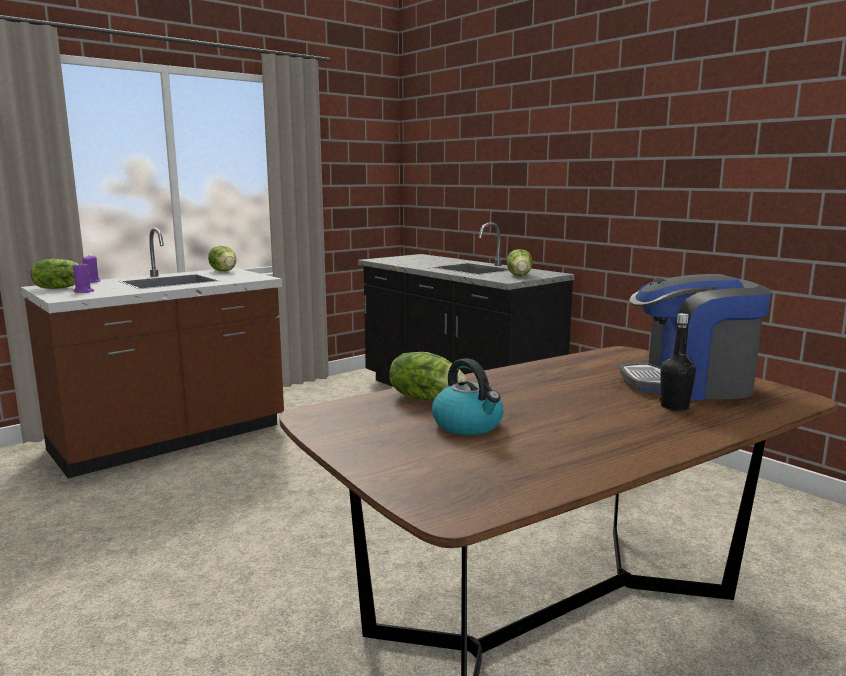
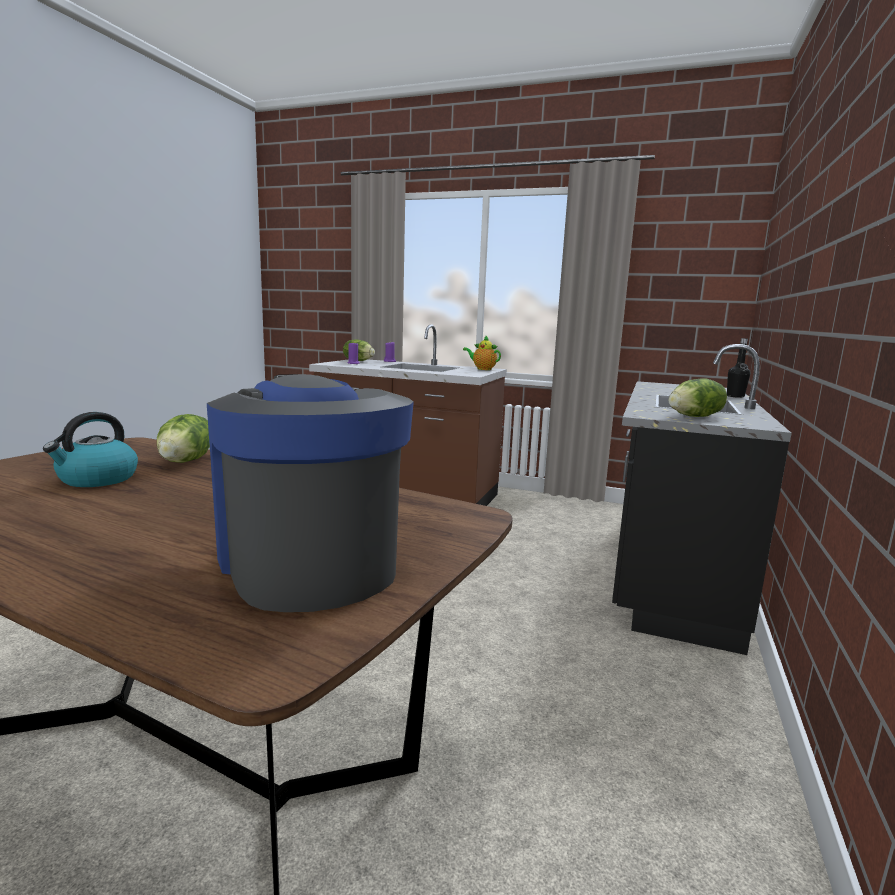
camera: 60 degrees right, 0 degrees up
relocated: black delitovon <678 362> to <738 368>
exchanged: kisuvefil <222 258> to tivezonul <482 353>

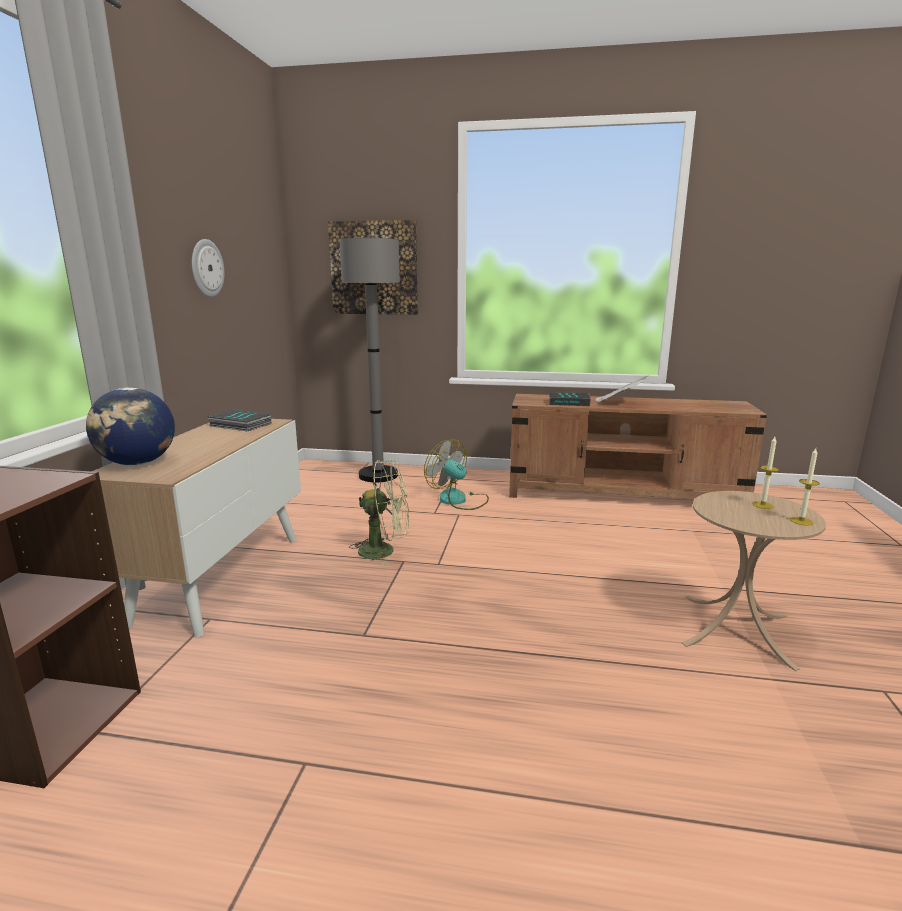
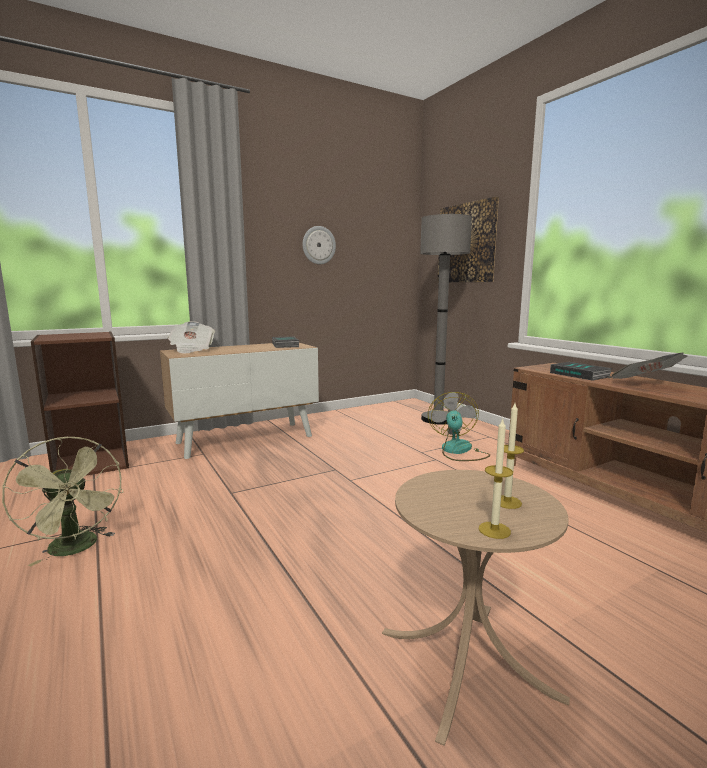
camera: 50 degrees right, 5 degrees down
relocated: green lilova <379 513> to <62 502>
exchanged: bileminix <130 426> to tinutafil <191 337>

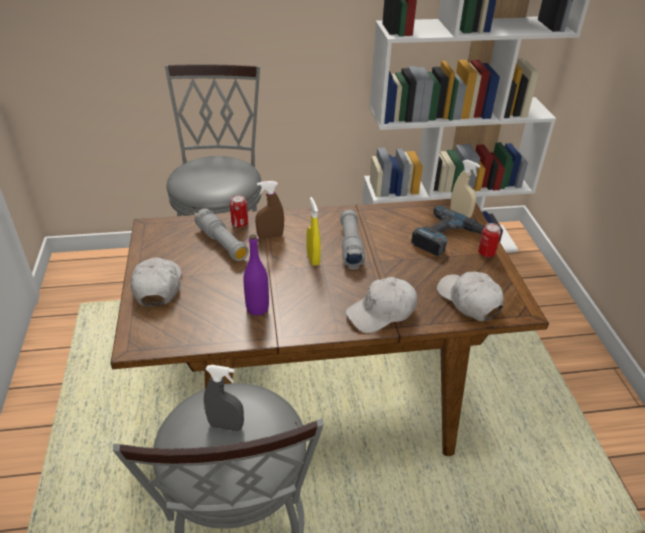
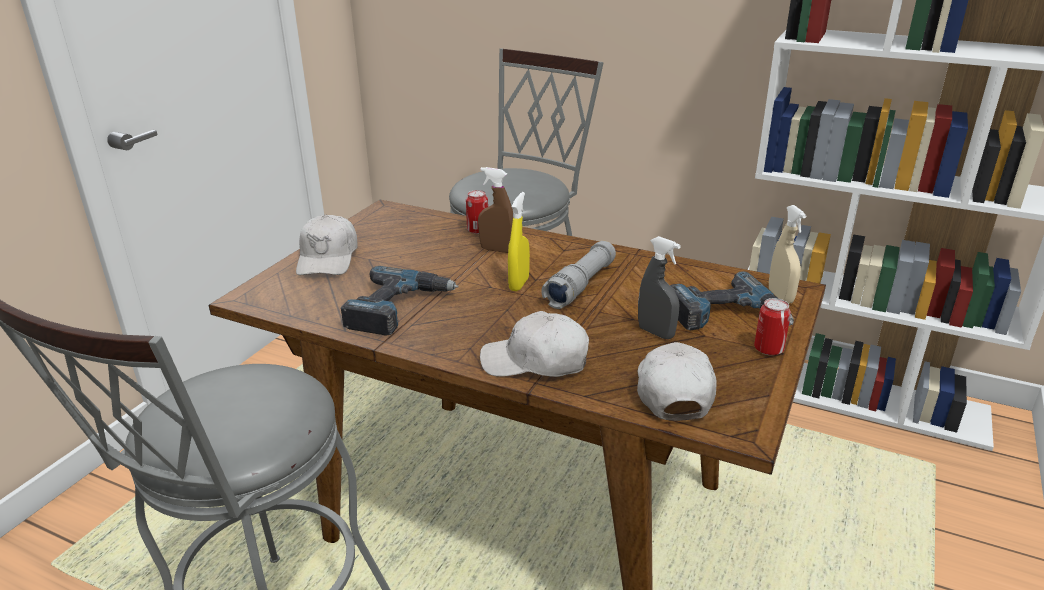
camera: 35 degrees right, 10 degrees down
missing: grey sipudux <221 234>
relocated: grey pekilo <224 398> to <659 287>
exchanged: purple delitovon <256 275> to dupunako <400 301>
spun: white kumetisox <156 281> = <326 245> 150 degrees clockwise

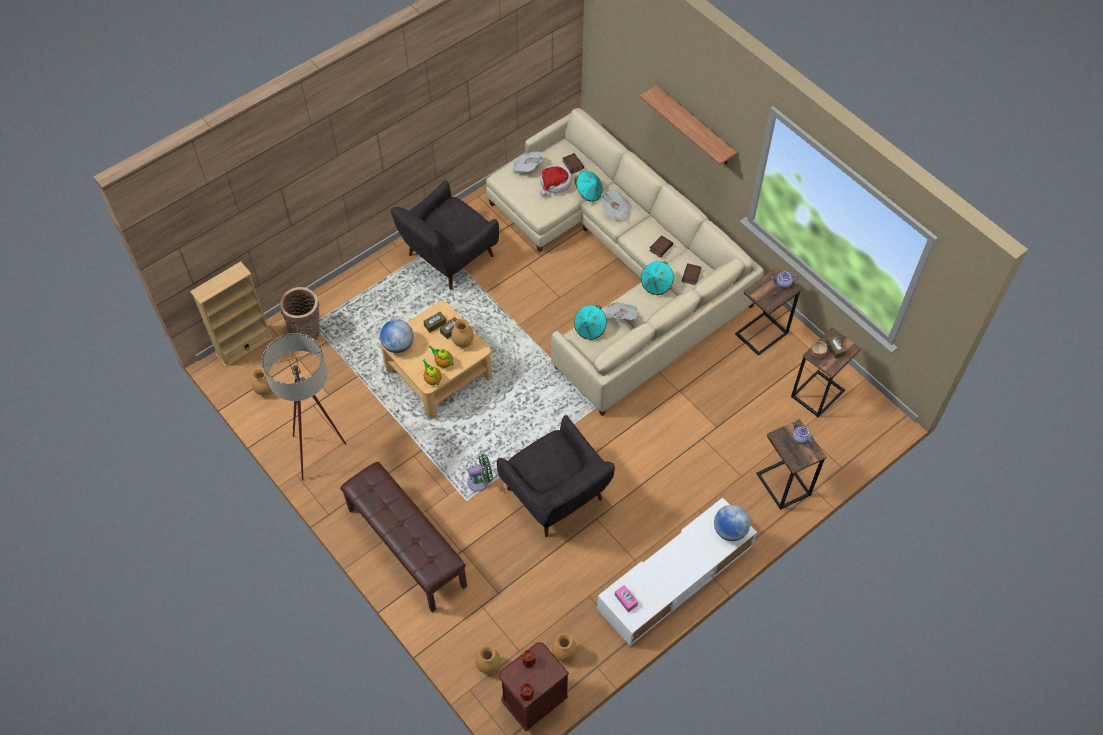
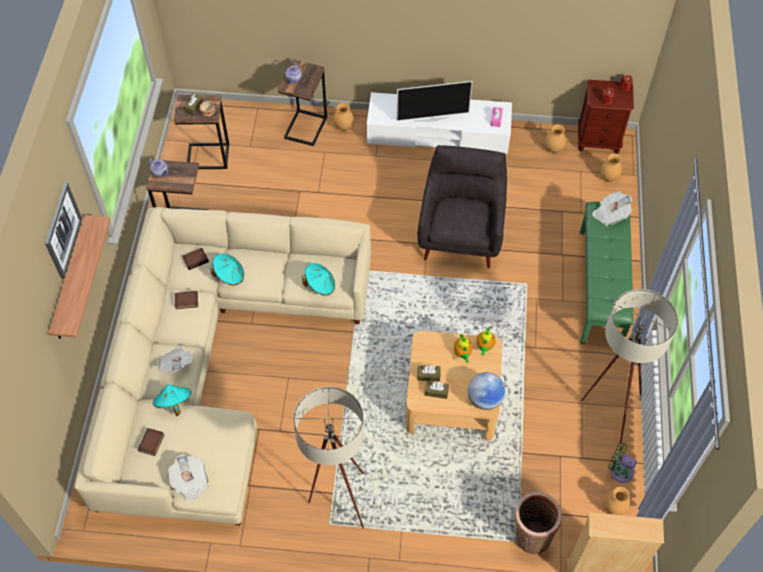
camera: 135 degrees left, 0 degrees up
missing: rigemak <556 180>; bileminix <732 523>
appeared: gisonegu <63 230>; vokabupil <434 101>
relocated: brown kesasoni <462 333> to <344 117>; tinutafil <622 311> to <612 208>; green lilova <480 473> to <622 462>
exchanged: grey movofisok <444 235> to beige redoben <328 458>
colour: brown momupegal <403 537> to green momupegal <607 273>

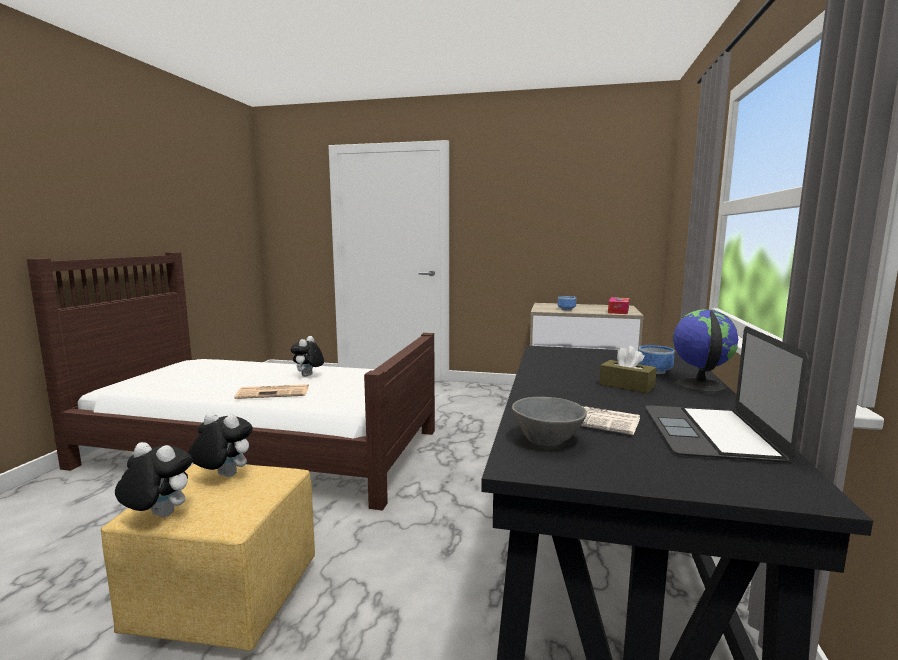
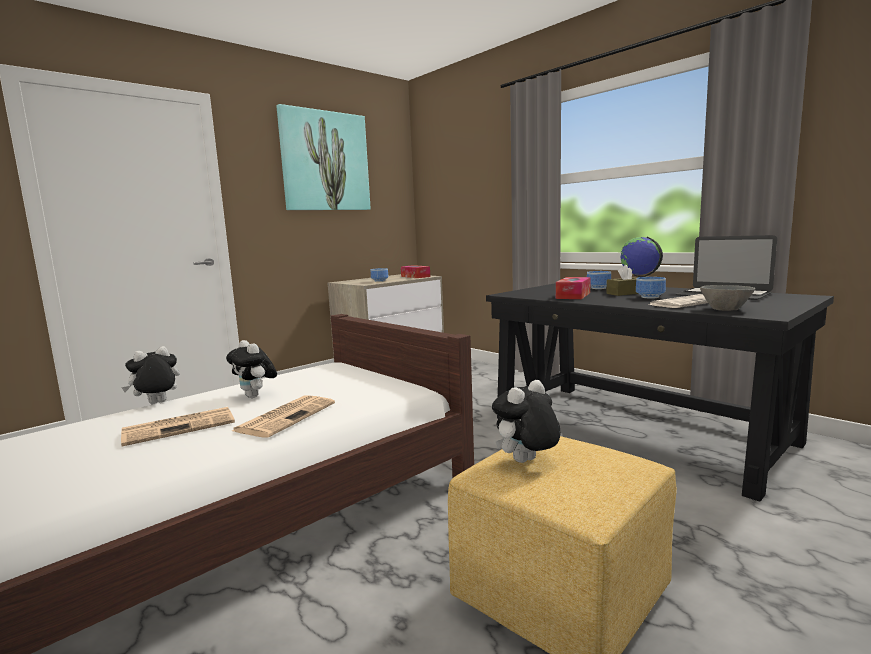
camera: 55 degrees left, 0 degrees up
appeared: tinutafil <178 427>; gisonegu <323 157>; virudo <573 288>; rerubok <651 288>
relocated: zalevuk <153 479> to <150 375>

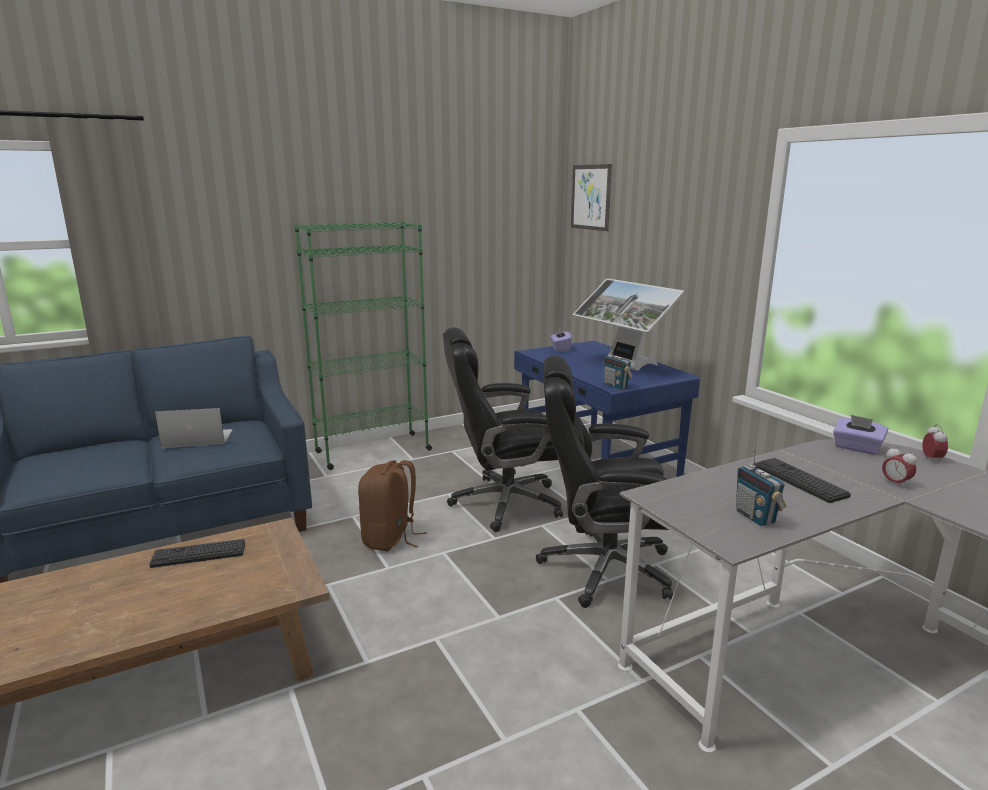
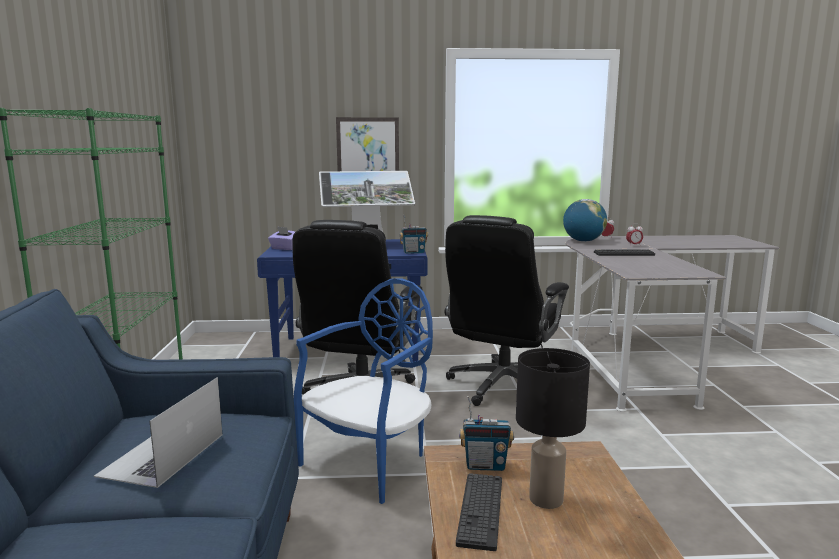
camera: 65 degrees left, 5 degrees down
appeared: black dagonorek <553 428>
relocated: gisonegu <591 197> to <367 144>; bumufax <761 484> to <486 433>
exchanged: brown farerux <392 505> to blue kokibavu <363 391>; purple virudo <860 435> to bileminix <585 220>

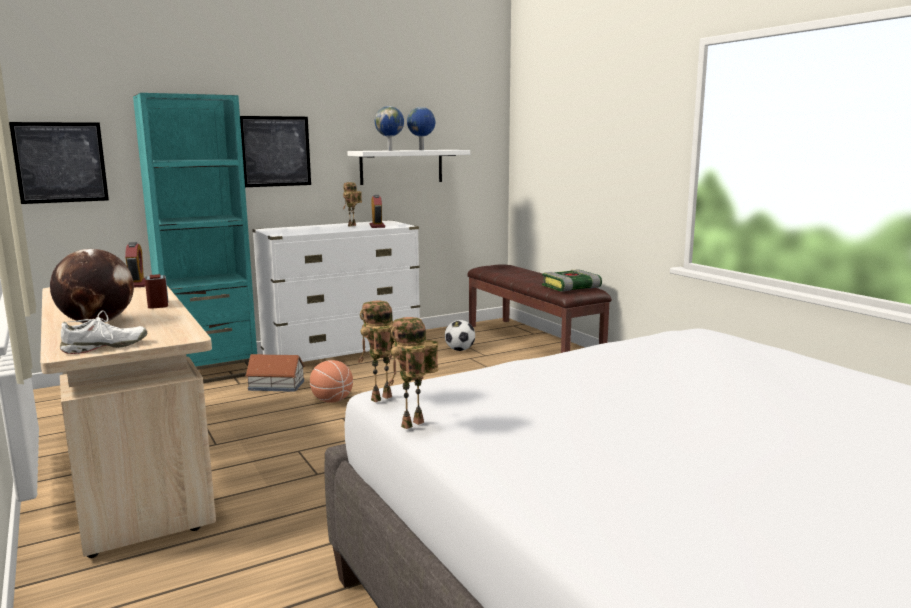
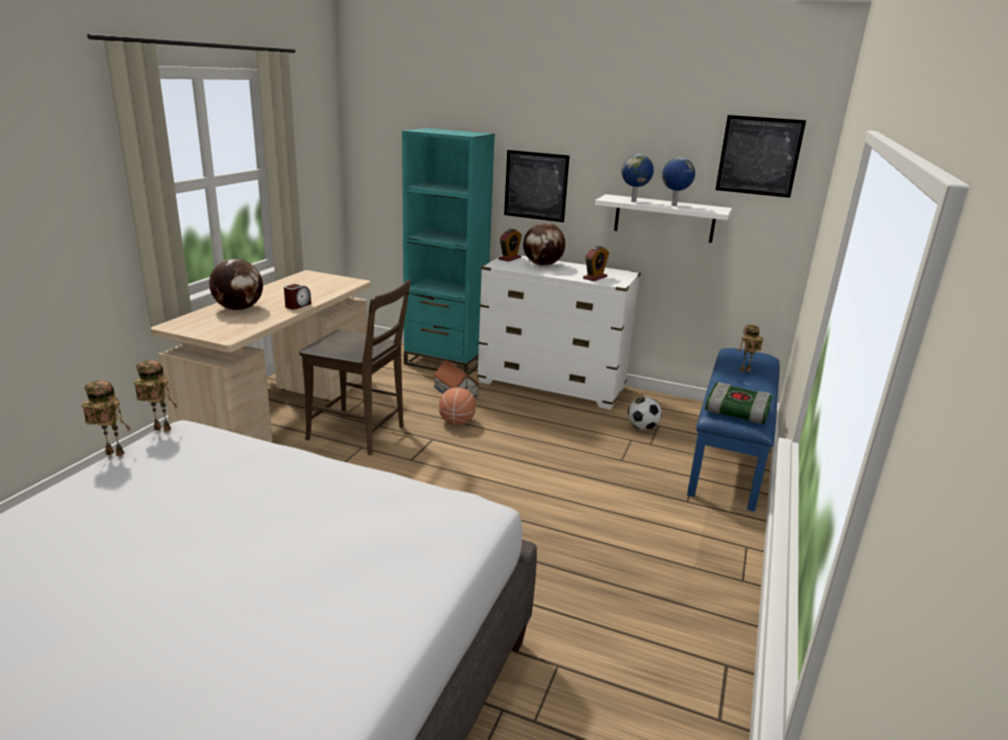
camera: 50 degrees right, 10 degrees up
missing: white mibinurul <103 332>
appeared: brown kokibavu <355 367>; bileminix <544 244>
relocated: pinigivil <135 264> to <510 245>; gisonegu <59 163> to <761 156>; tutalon <352 204> to <750 348>
colour: brown momupegal <539 308> to blue momupegal <733 430>

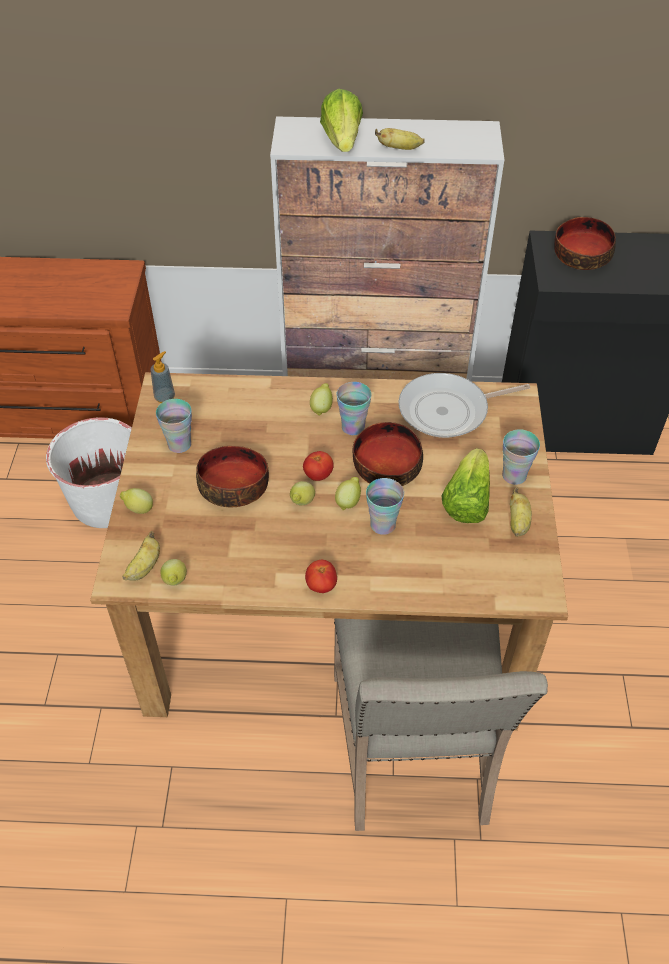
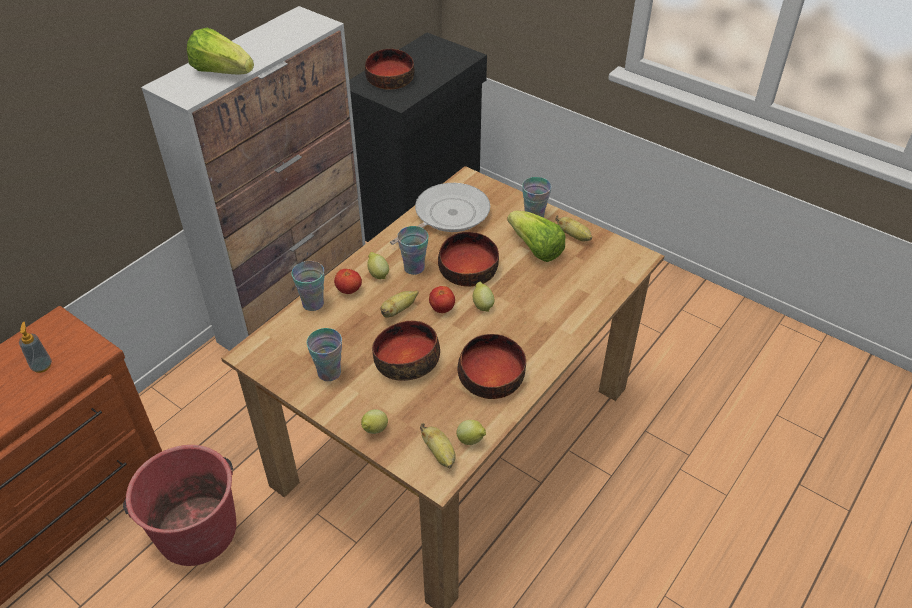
camera: 55 degrees left, 5 degrees down
missing: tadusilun <302 493>; beige kokibavu <441 724>
appeared: rerubok <492 366>
relocated: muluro <162 377> to <35 347>; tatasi <385 506> to <307 286>; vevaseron <321 576> to <348 281>; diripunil <400 139> to <399 304>
colour: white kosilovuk <89 472> to red kosilovuk <179 505>
spun: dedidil <464 405> = <440 214> 150 degrees counterclockwise

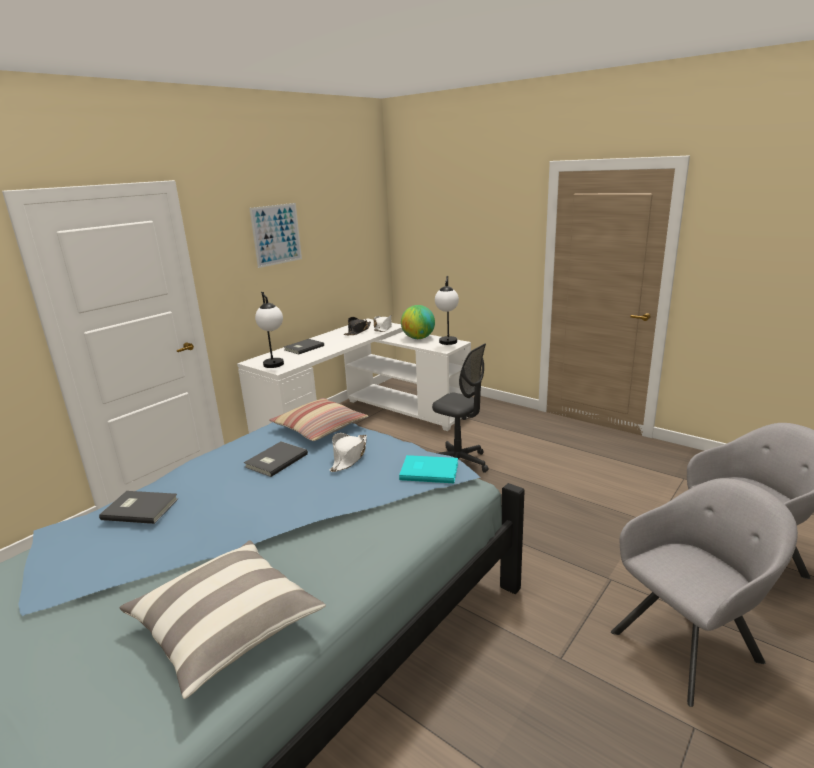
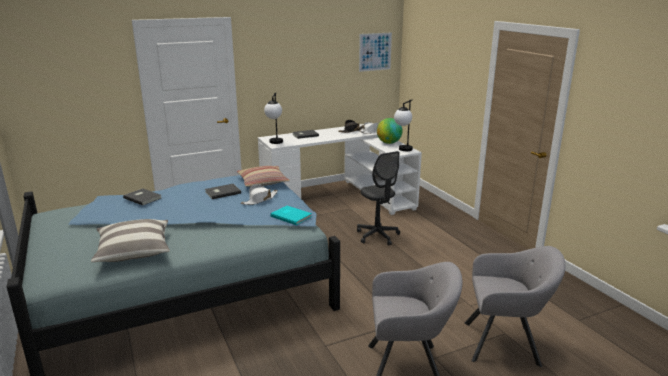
camera: 25 degrees right, 0 degrees up
relocated: gisonegu <275 235> to <375 52>

